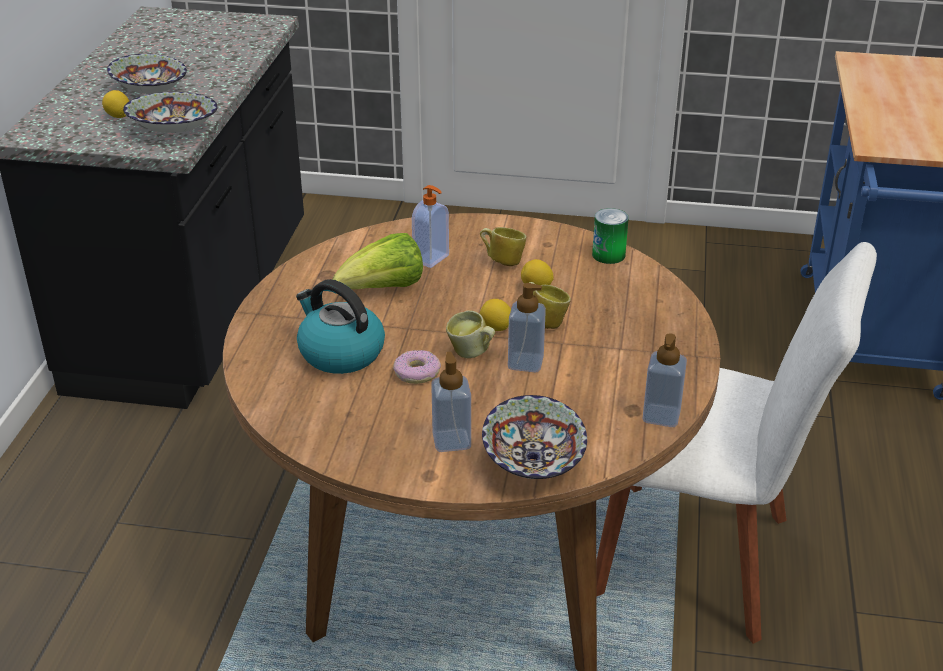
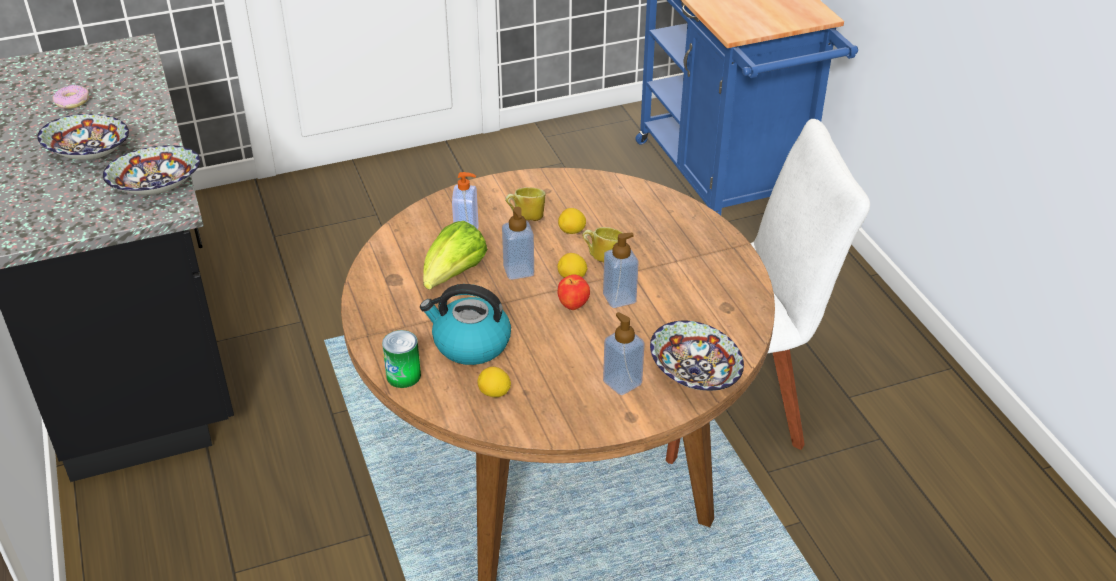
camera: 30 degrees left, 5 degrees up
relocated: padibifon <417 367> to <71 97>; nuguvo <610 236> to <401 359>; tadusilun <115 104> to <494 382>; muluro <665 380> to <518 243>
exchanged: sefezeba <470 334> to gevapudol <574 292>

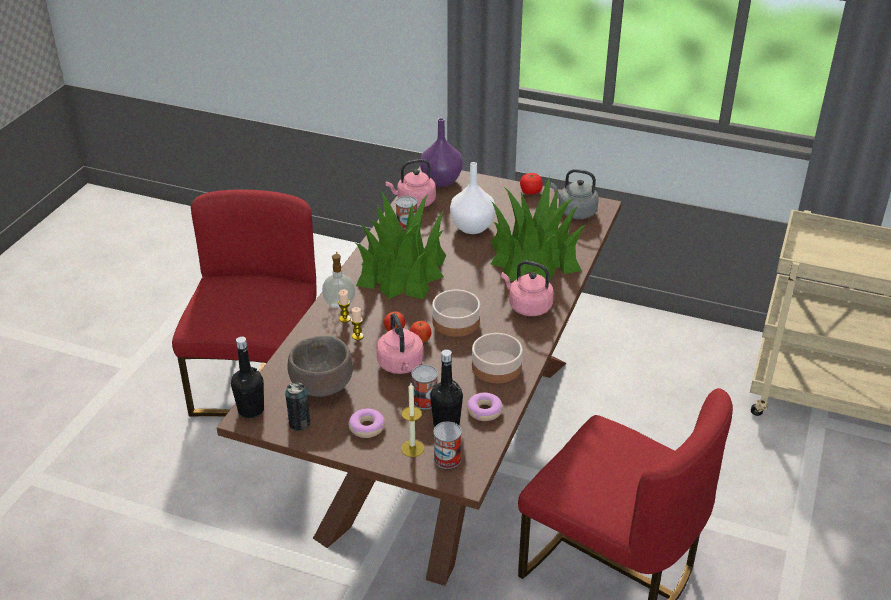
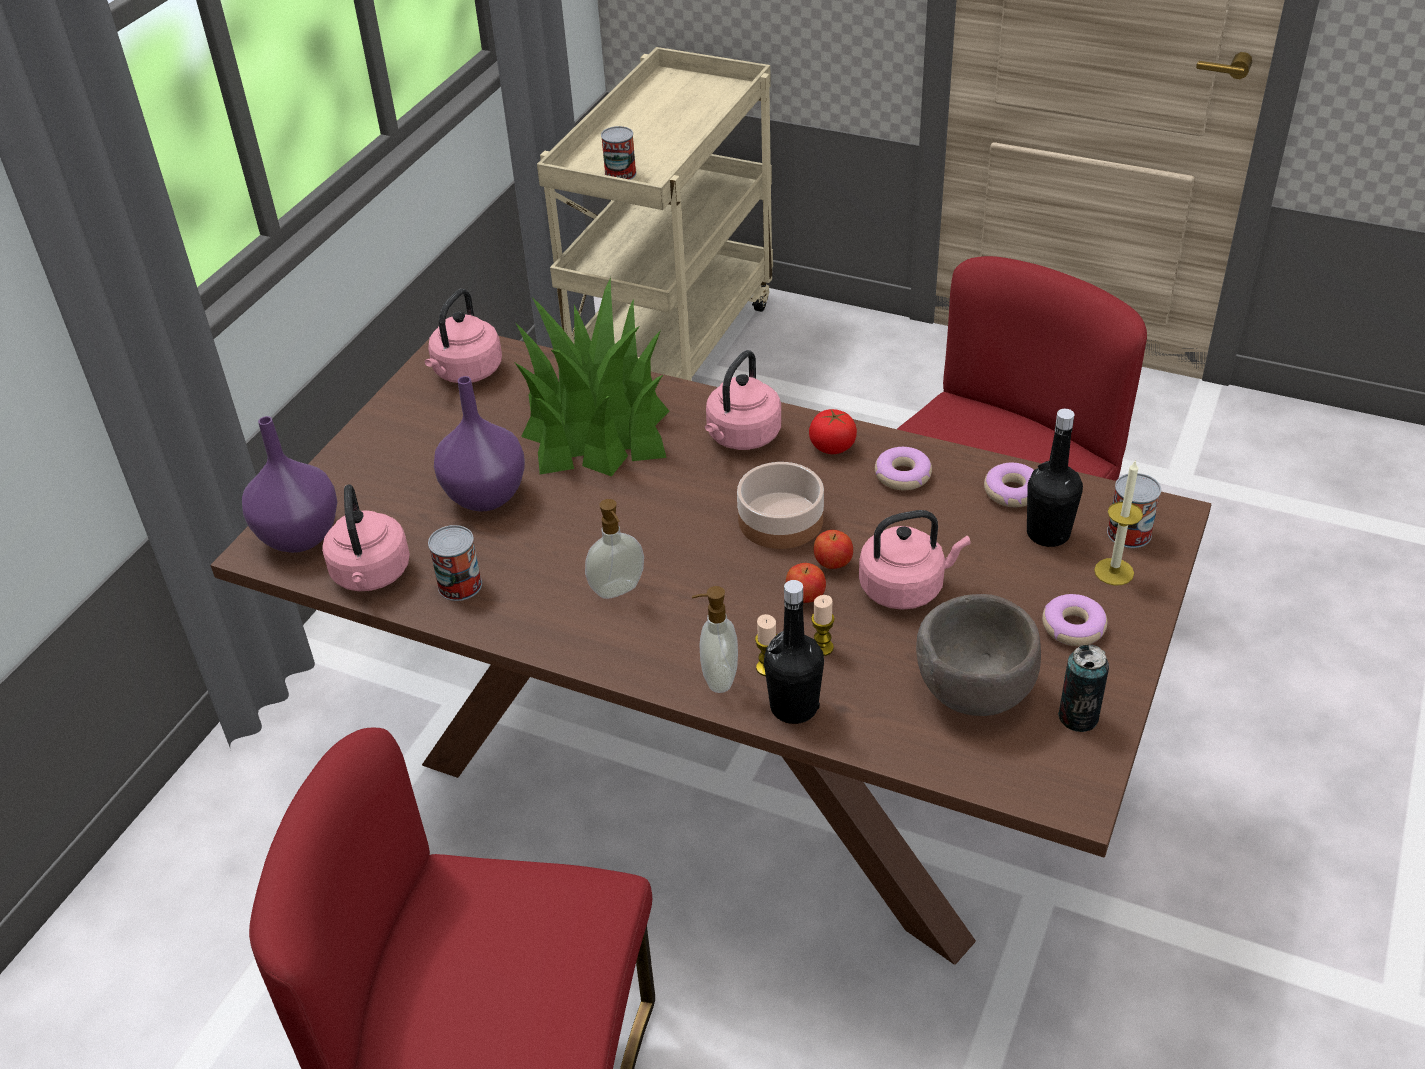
camera: 85 degrees left, 5 degrees up
relocated: nuguvo <424 387> to <618 153>; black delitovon <247 377> to <794 652>; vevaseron <531 183> to <833 431>
exchanged: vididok <401 245> to muluro <614 549>; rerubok <497 358> to padibifon <903 468>
colour: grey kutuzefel <575 194> to pink kutuzefel <463 336>; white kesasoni <473 198> to purple kesasoni <479 444>

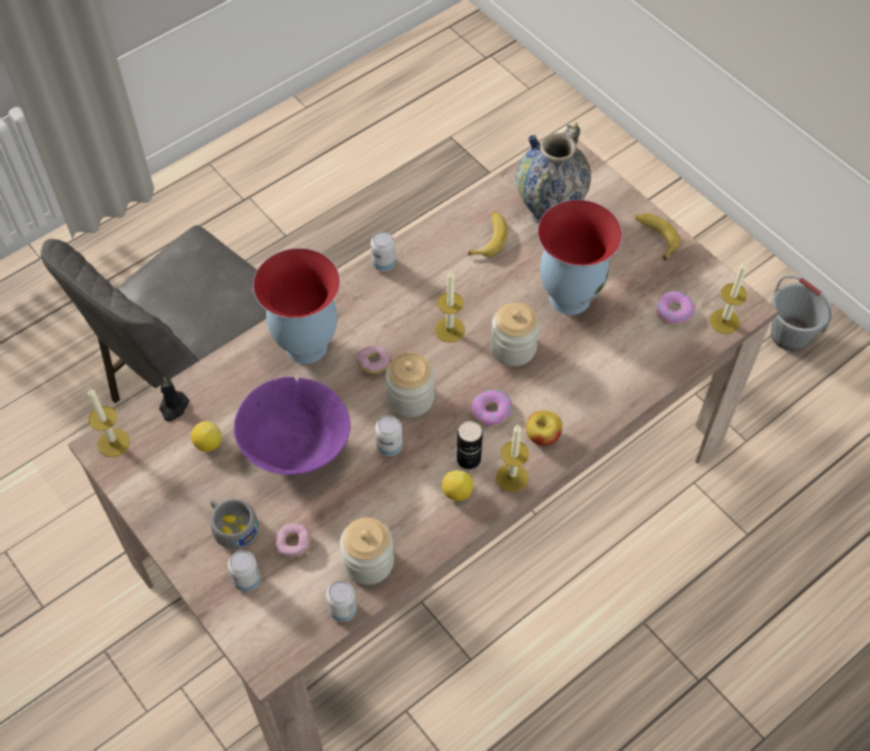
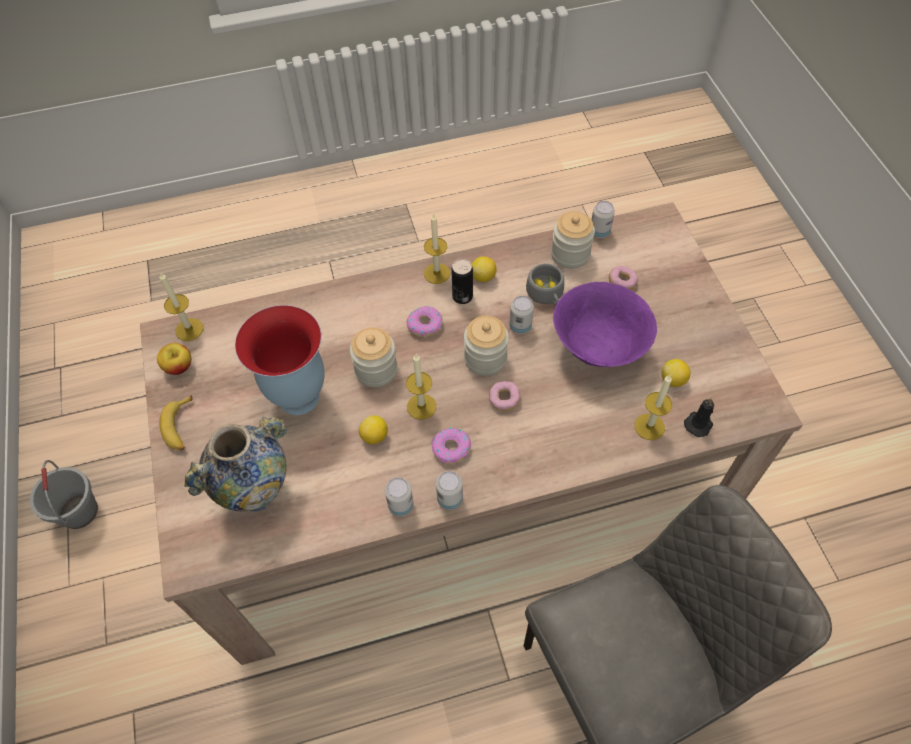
camera: 155 degrees left, 0 degrees up
missing: kesasoni <296 306>; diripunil <487 234>
appeared: tadusilun <373 430>
relocated: gevapudol <544 428> to <174 359>; nuguvo <244 571> to <399 496>; padibifon <675 308> to <451 445>; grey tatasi <234 524> to <545 284>; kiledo <109 422> to <653 407>

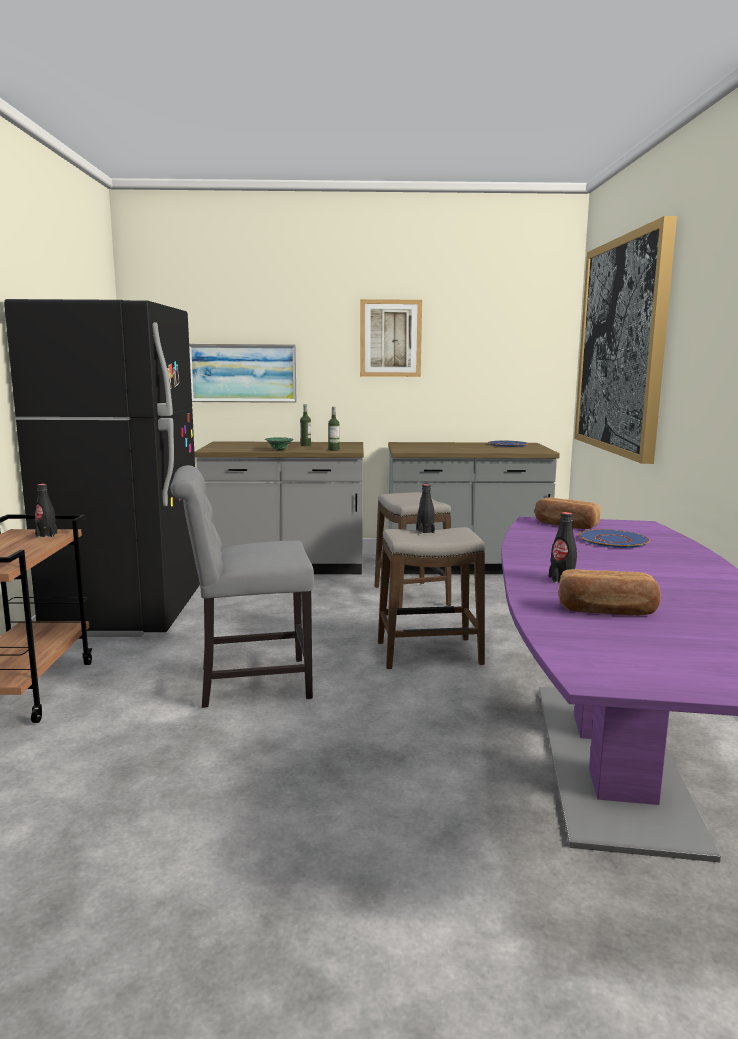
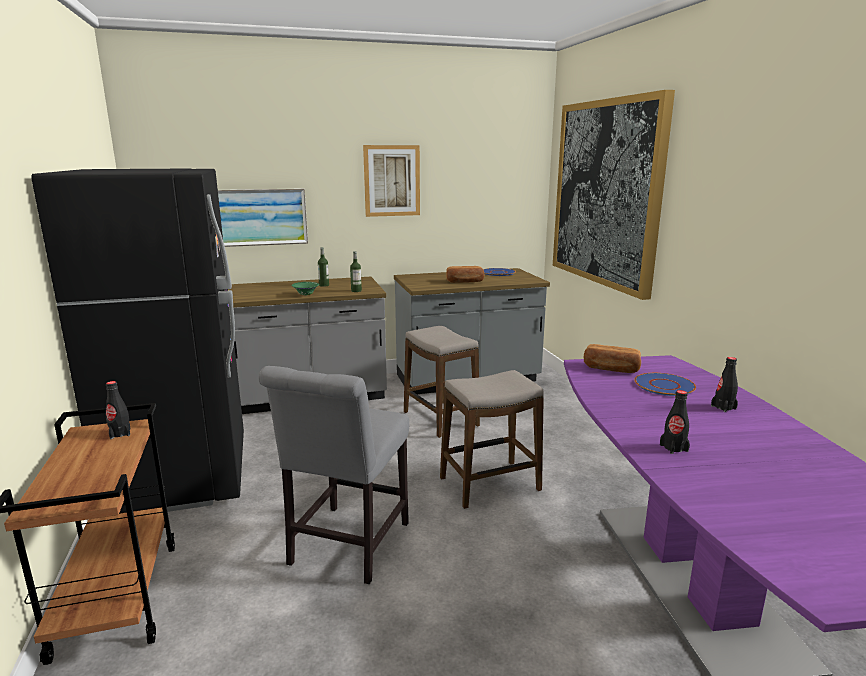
camera: 15 degrees left, 5 degrees up
relocated: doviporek <610 592> to <465 274>; black delitovon <425 509> to <724 384>
spun: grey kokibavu <242 586> = <334 475> 45 degrees counterclockwise

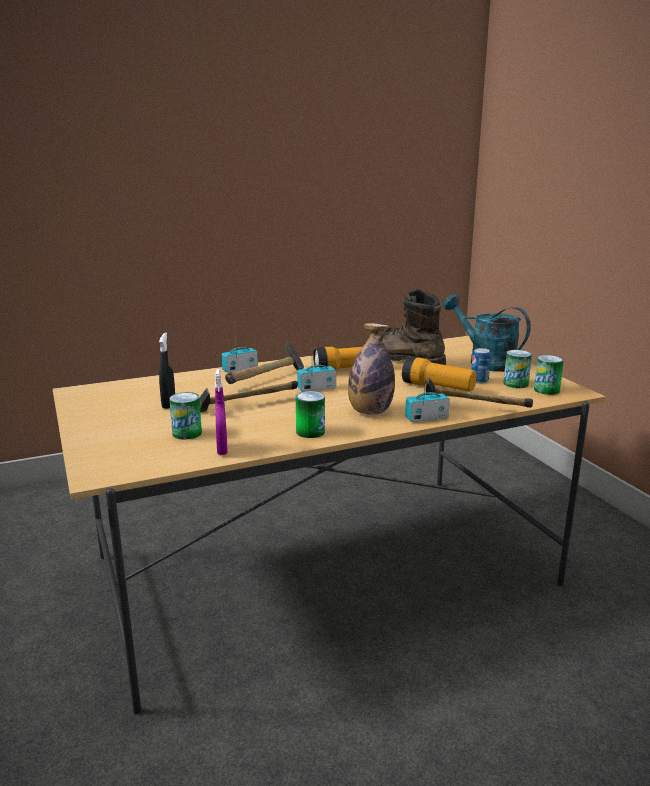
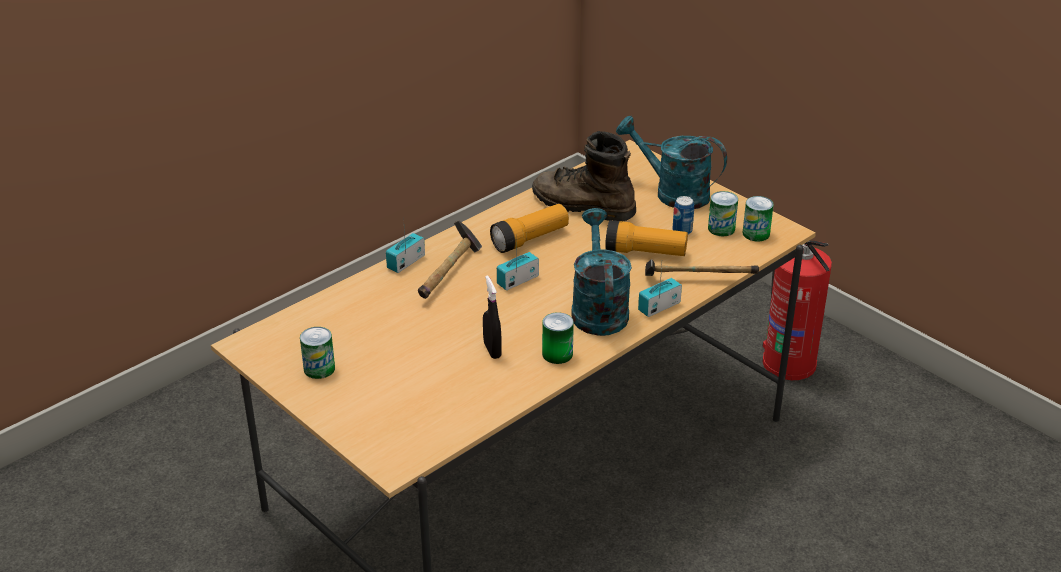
camera: 20 degrees left, 15 degrees up
missing: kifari <249 396>; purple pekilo <221 412>
appeared: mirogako <797 310>
relocated: nuguvo <185 416> to <317 353>; black pekilo <167 370> to <492 317>
exchanged: delitovon <371 368> to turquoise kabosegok <601 272>

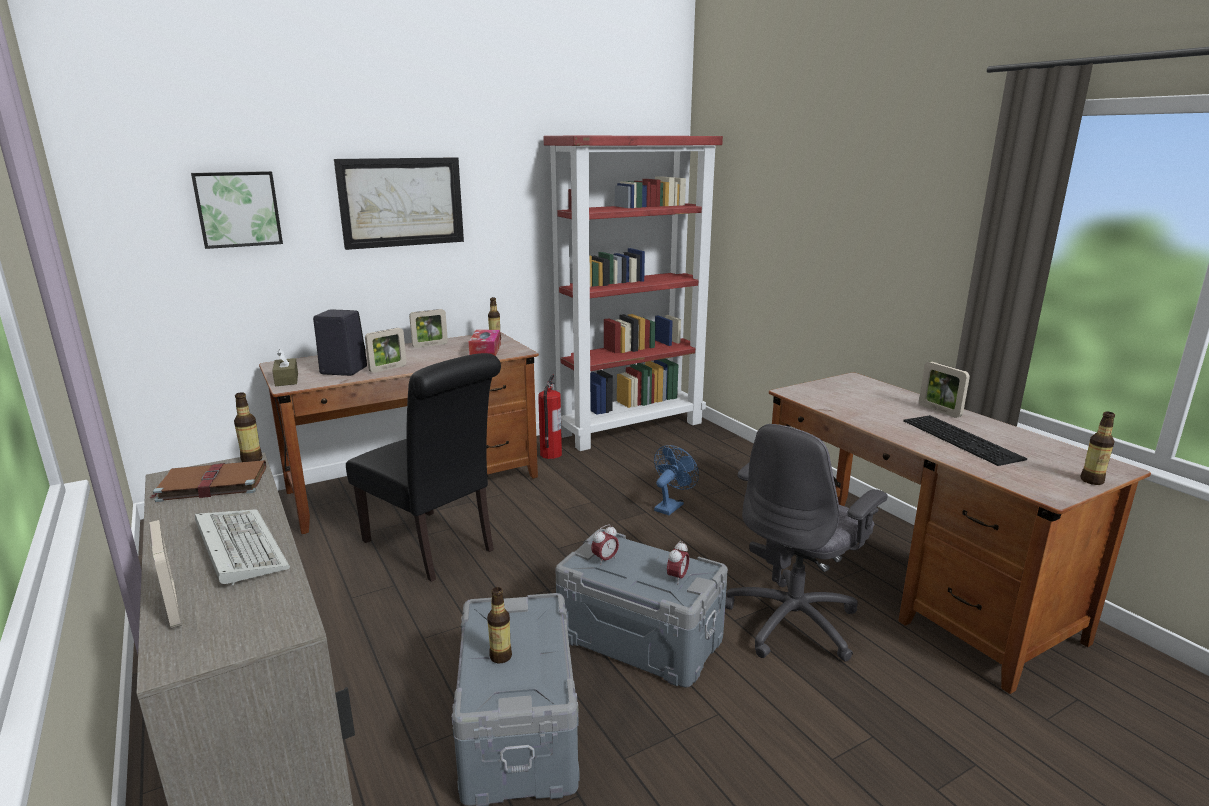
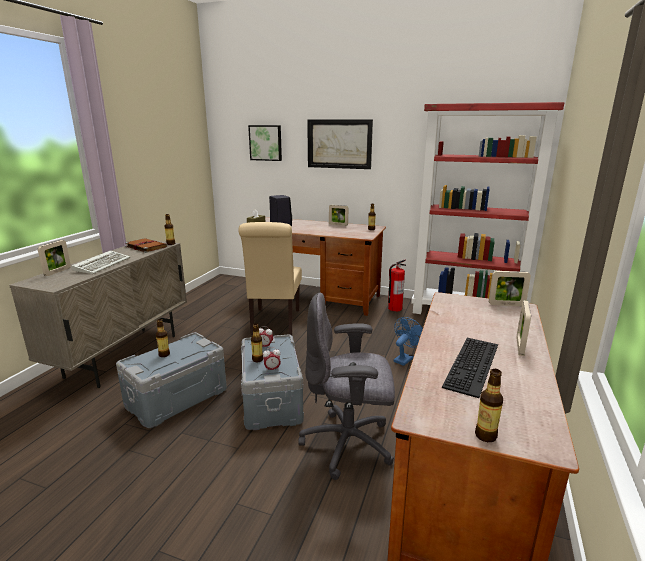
camera: 50 degrees right, 0 degrees up
missing: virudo <485 343>
appeared: delitovon <257 342>
relocated: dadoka <385 350> to <510 288>
colour: black kokibavu <423 467> to beige kokibavu <270 278>
spun: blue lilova <676 480> = <408 341> 45 degrees counterclockwise

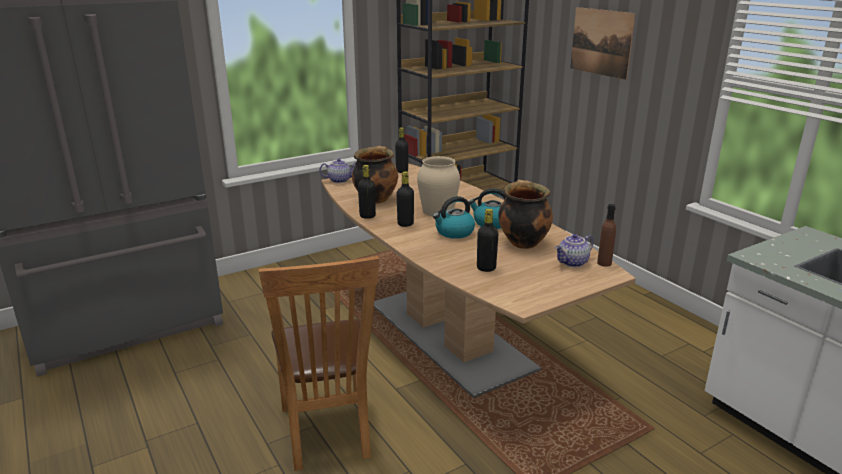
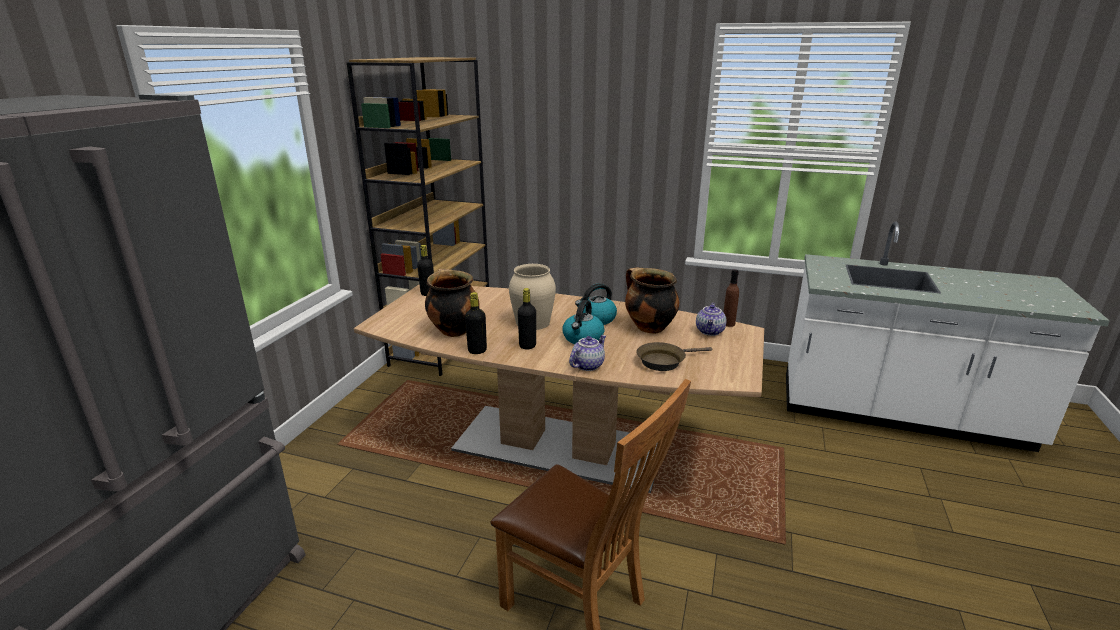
camera: 40 degrees left, 0 degrees up
missing: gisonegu <603 43>
relocated: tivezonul <337 170> to <587 353>
exchanged: black delitovon <488 240> to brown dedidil <674 356>

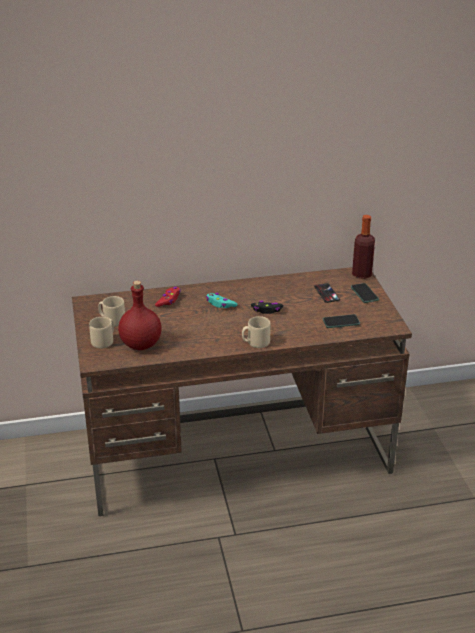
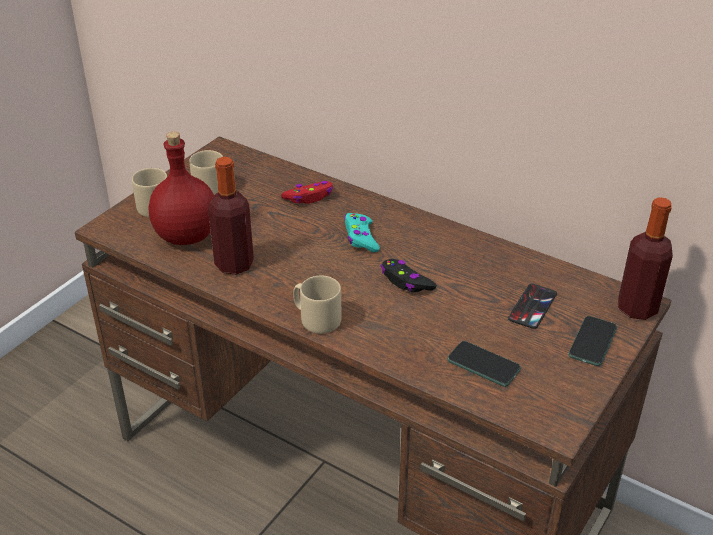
camera: 45 degrees right, 5 degrees up
appeared: delitovon <231 216>

